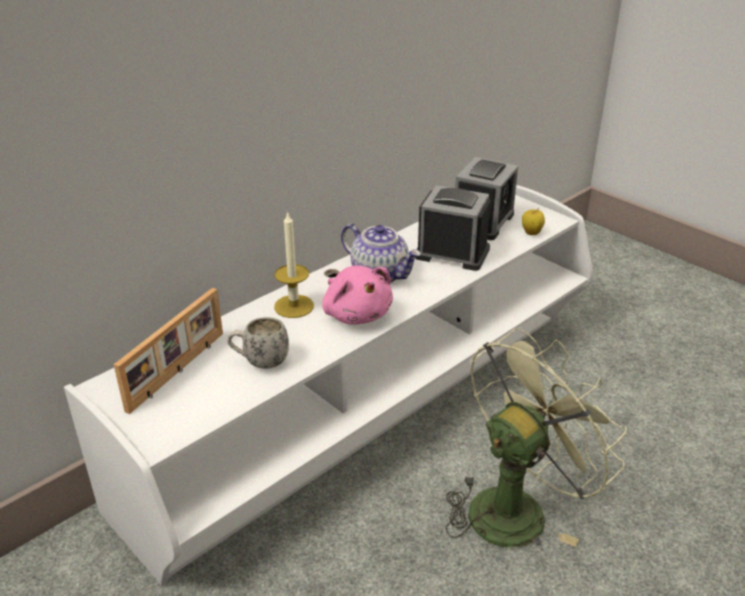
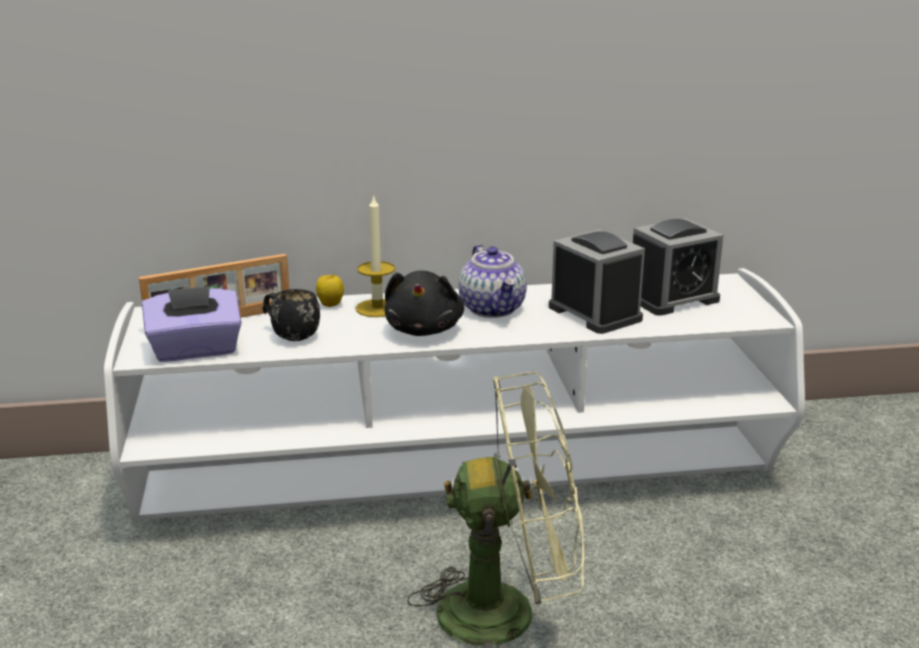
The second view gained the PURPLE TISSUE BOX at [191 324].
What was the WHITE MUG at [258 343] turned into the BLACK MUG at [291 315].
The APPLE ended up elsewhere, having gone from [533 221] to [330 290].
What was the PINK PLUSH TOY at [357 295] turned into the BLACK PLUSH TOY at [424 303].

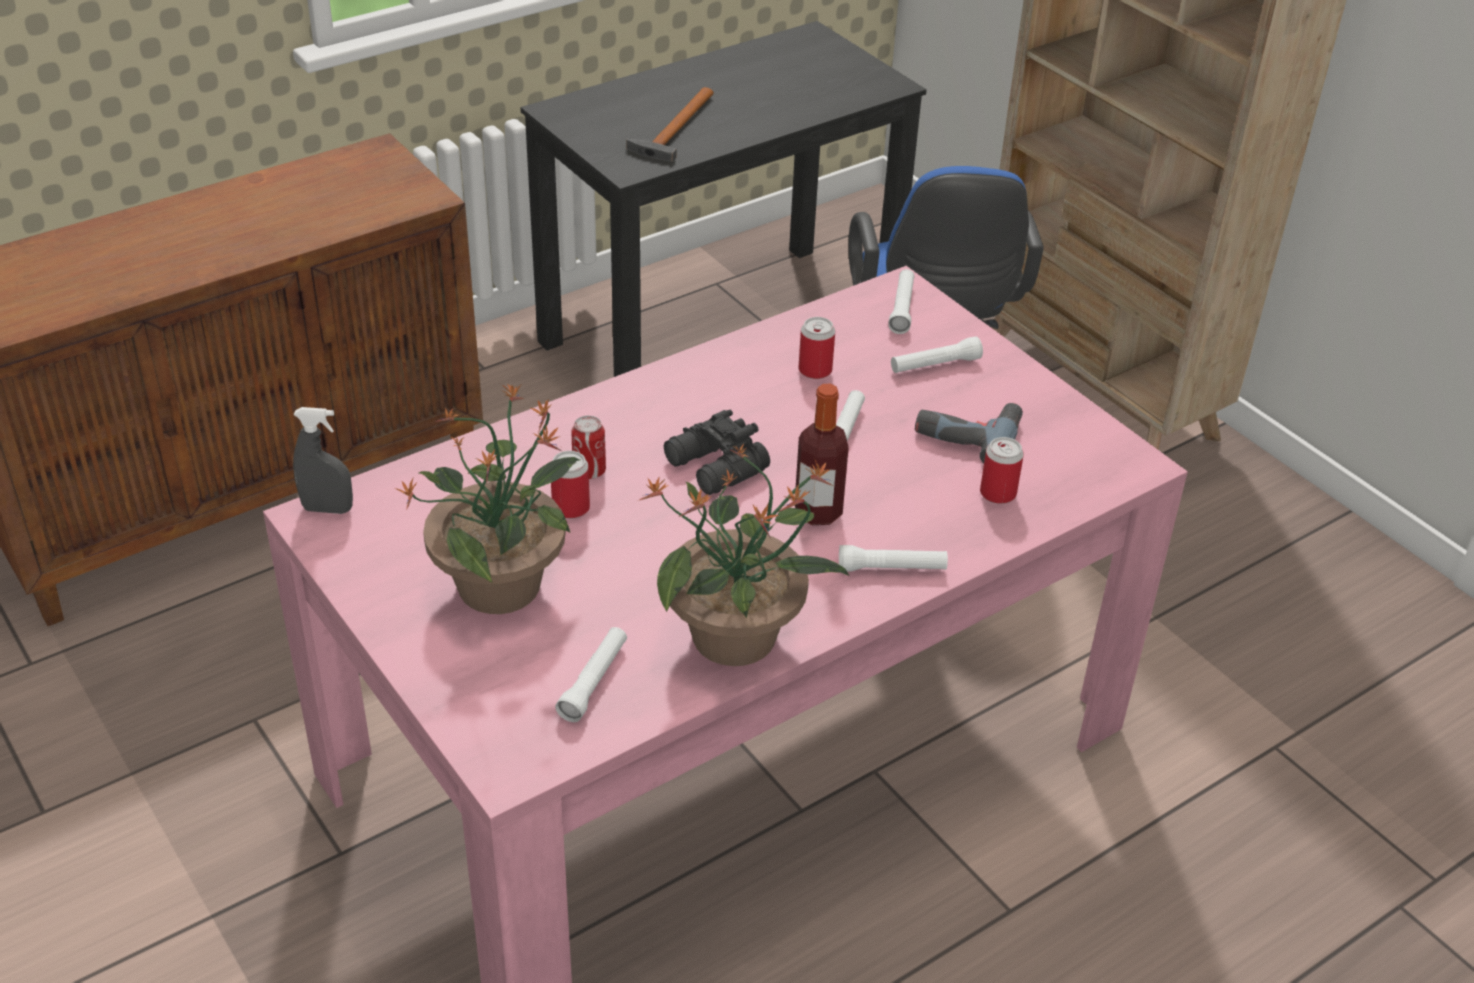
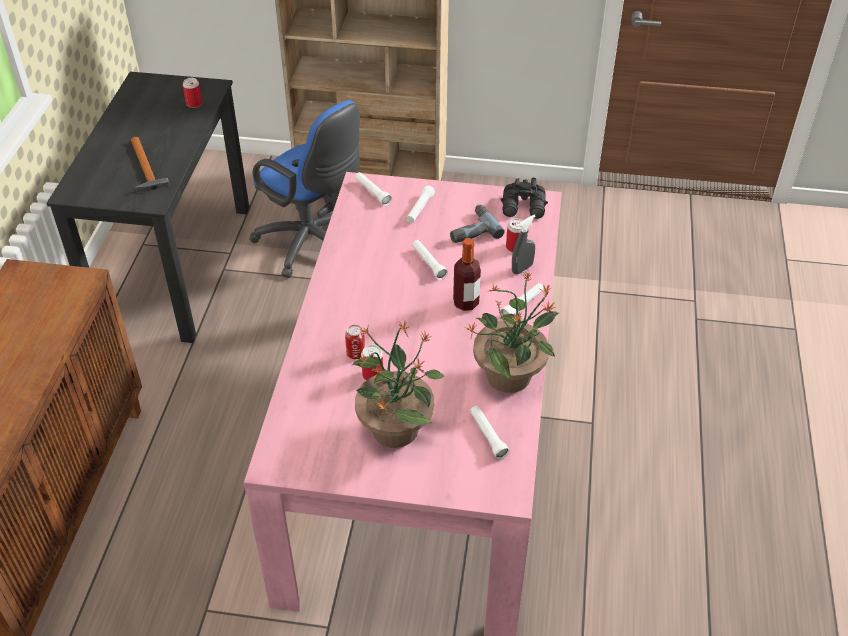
The CAN ended up elsewhere, having gone from [816 348] to [192 93].
The BLACK BINOCULARS ended up elsewhere, having gone from [717 452] to [524 198].
The GREY SPRAY BOTTLE ended up elsewhere, having gone from [323 460] to [524 244].

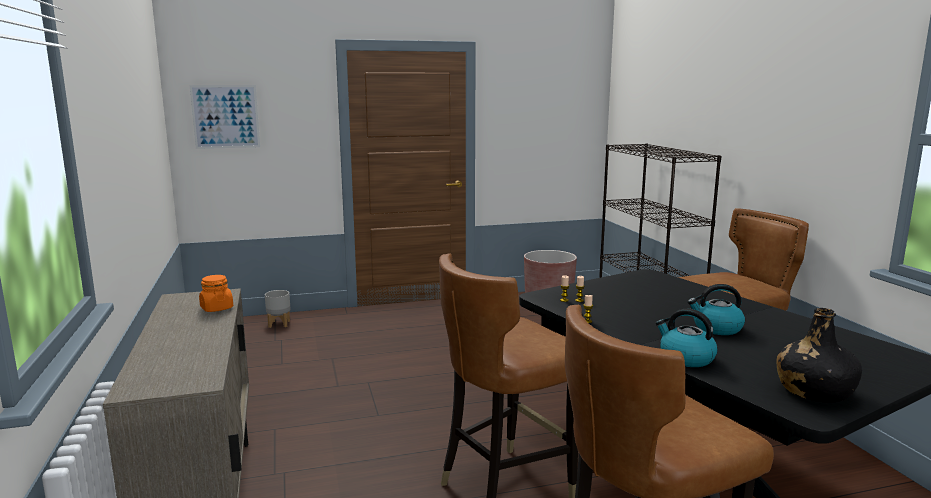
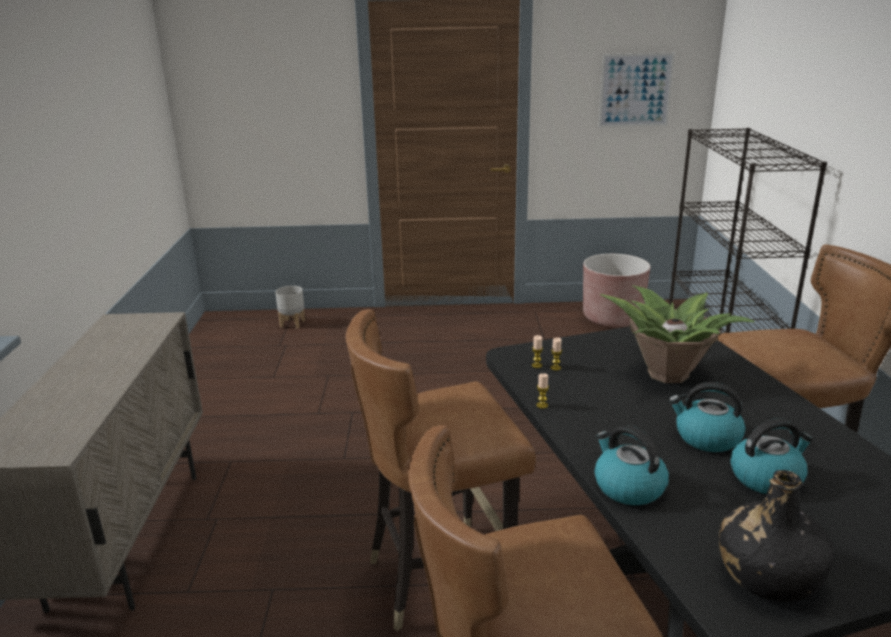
The PICTURE ended up elsewhere, having gone from [225 117] to [637 90].
The second view gained the POTTED PLANT at [677 334].
The second view gained the KETTLE at [772 456].
The second view lost the ORANGE JAR at [216 293].

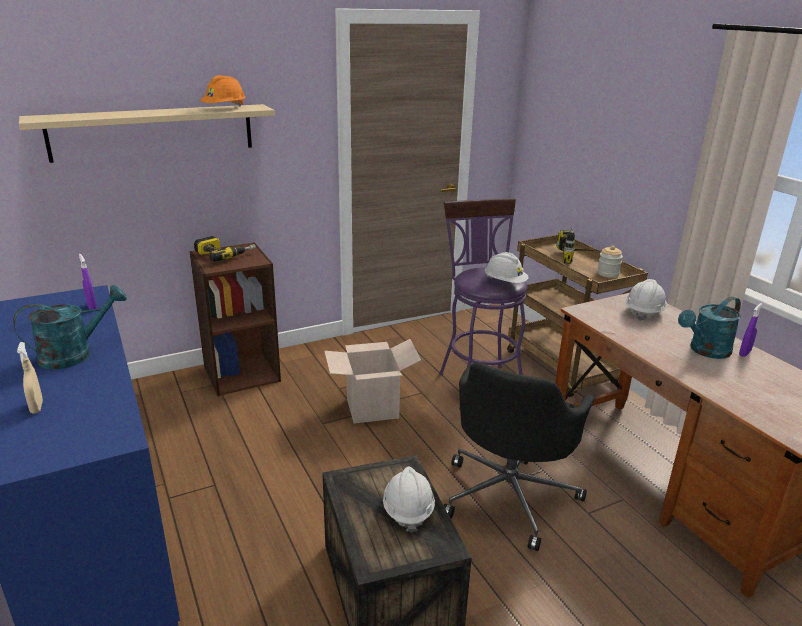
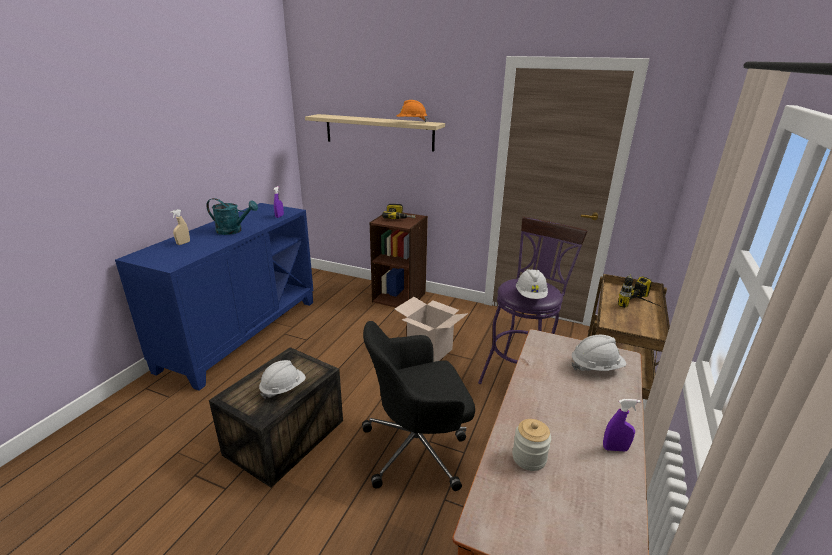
The JAR ended up elsewhere, having gone from [610 262] to [531 445].
The second view lost the TURQUOISE WATERING CAN at [709 327].

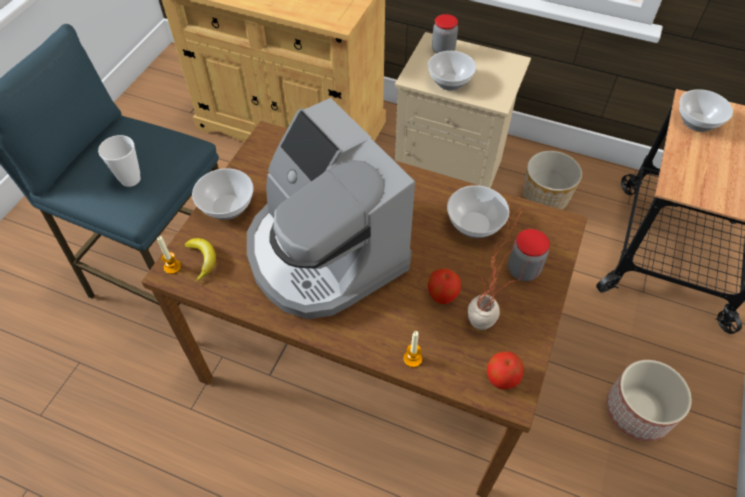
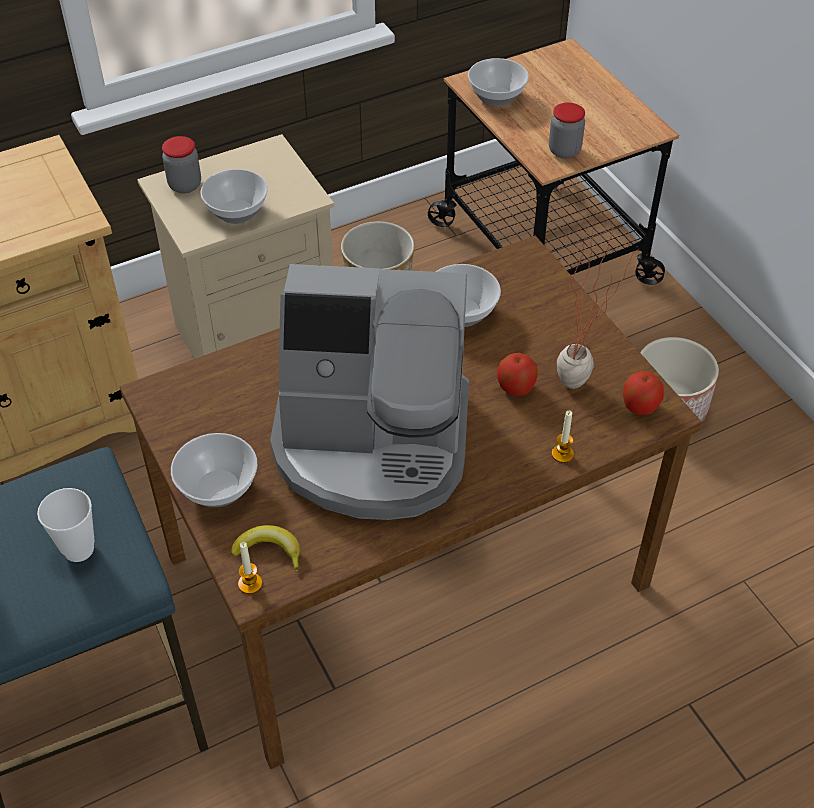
The JAR ended up elsewhere, having gone from [529 255] to [567 131].

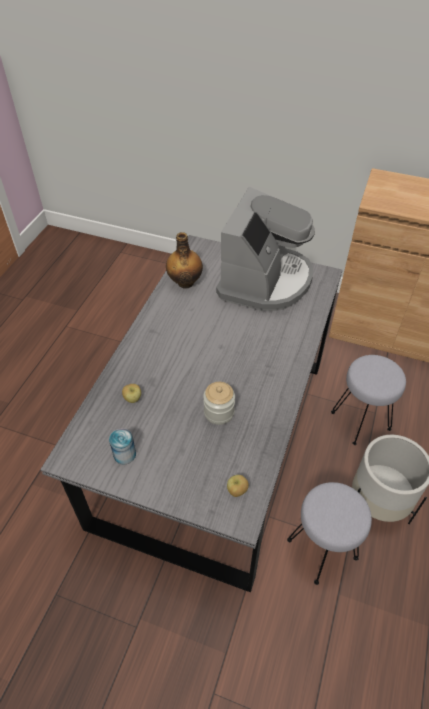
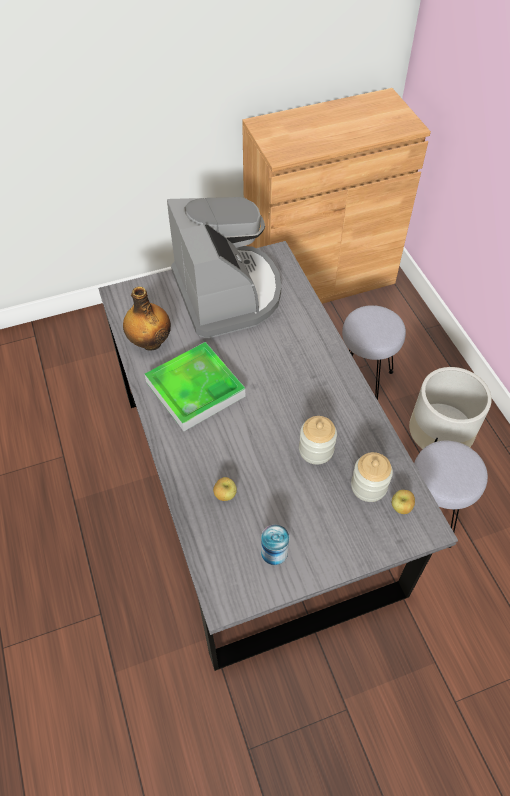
The second view gained the TRAY at [195 386].
The second view gained the JAR at [372 477].

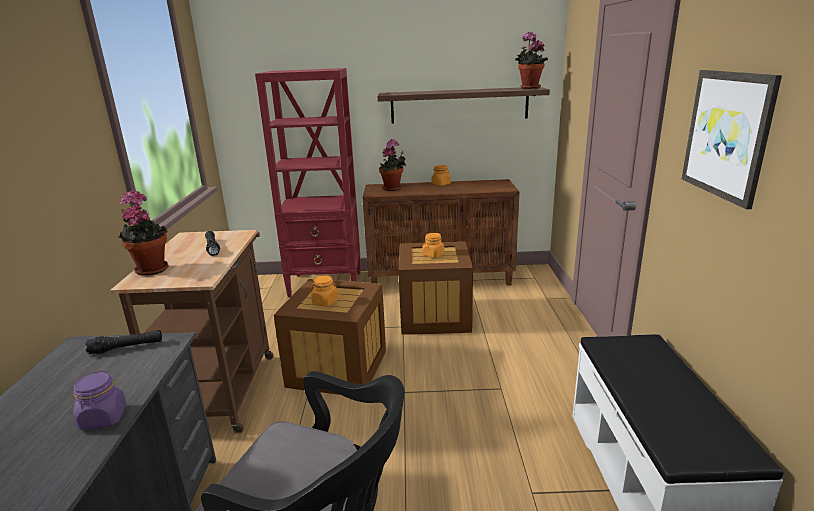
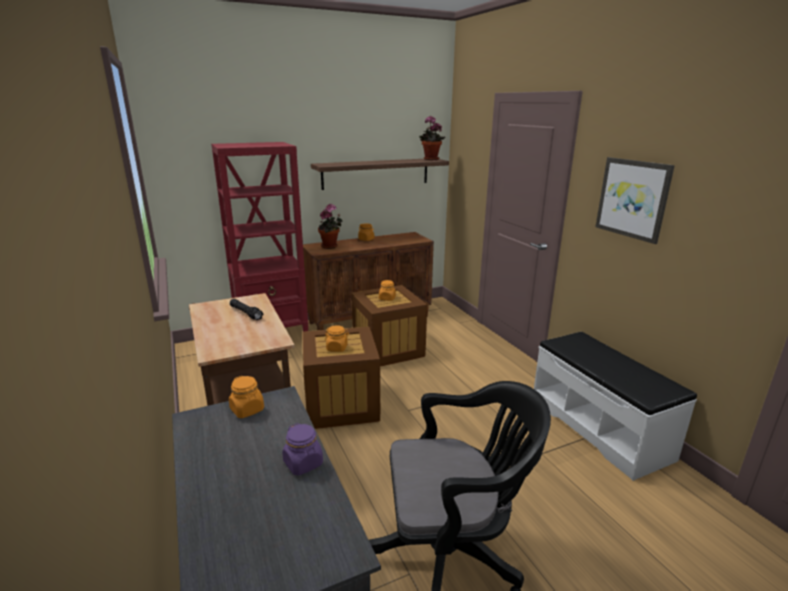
Where the BLACK FLASHLIGHT stood at [123 342], the ORANGE JAR came to stand at [246 397].
The second view lost the POTTED PLANT at [143 233].

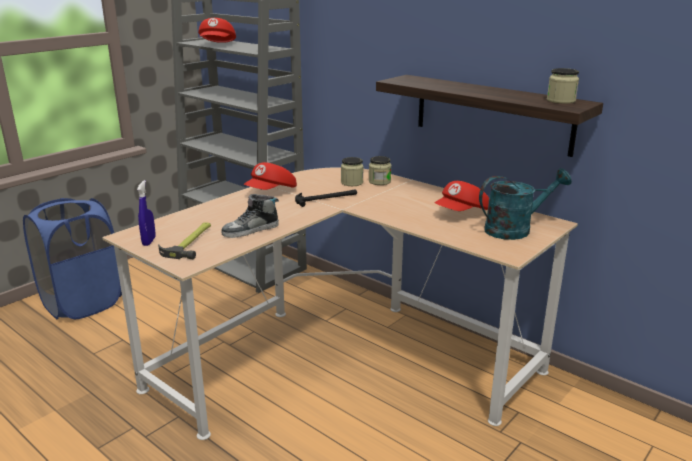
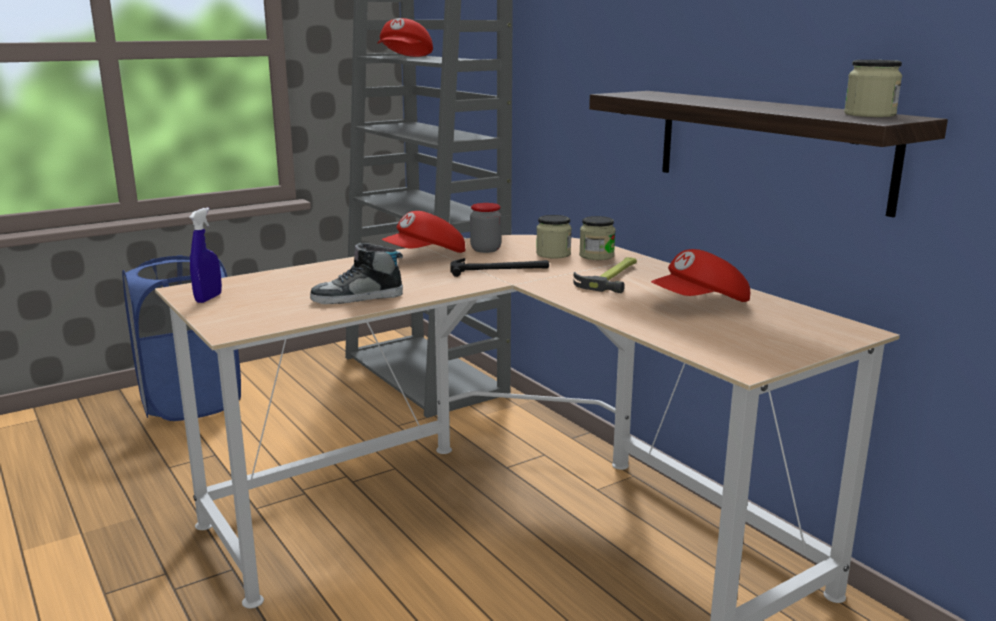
The second view gained the JAR at [486 228].
The HAMMER ended up elsewhere, having gone from [184 240] to [605 275].
The second view lost the TURQUOISE WATERING CAN at [525 204].

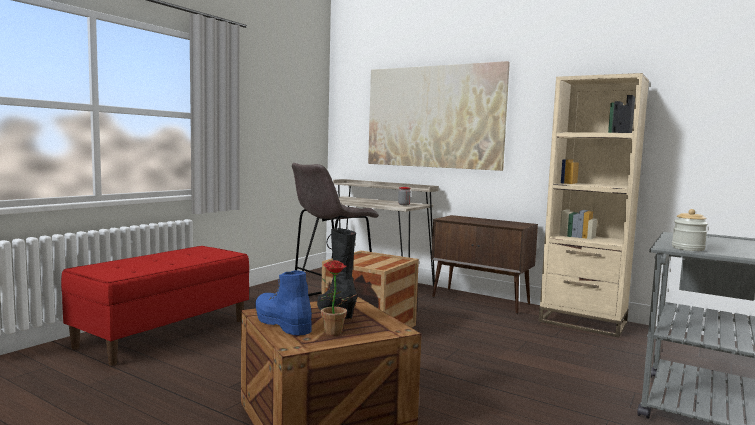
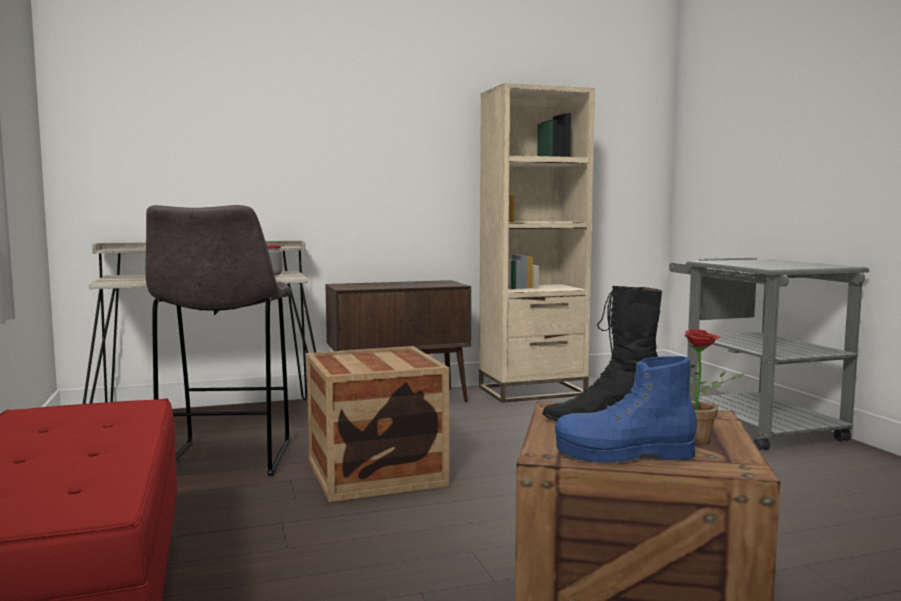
The second view lost the PICTURE at [439 116].
The second view lost the JAR at [690 230].

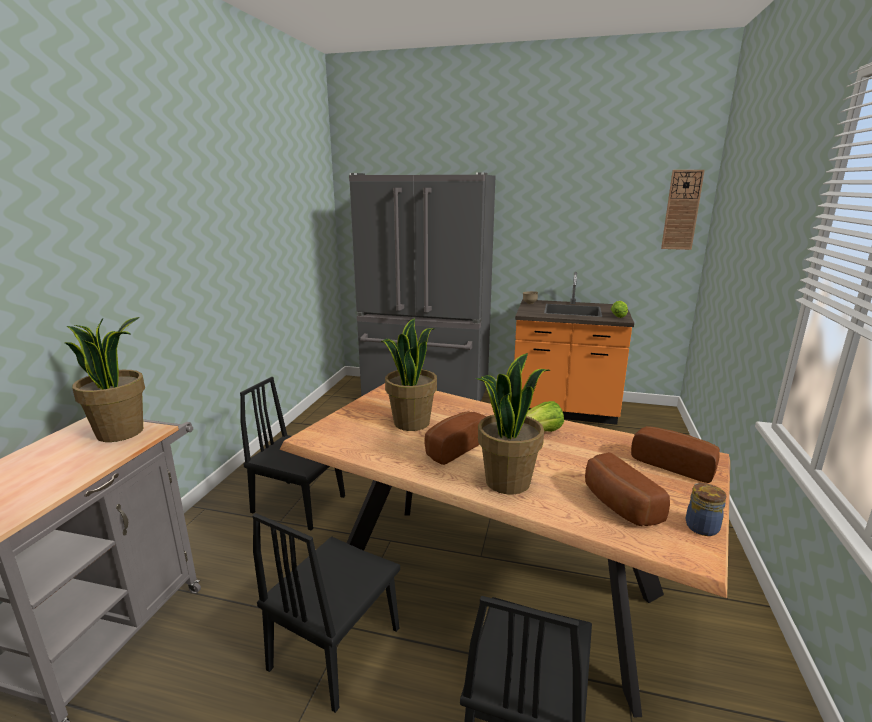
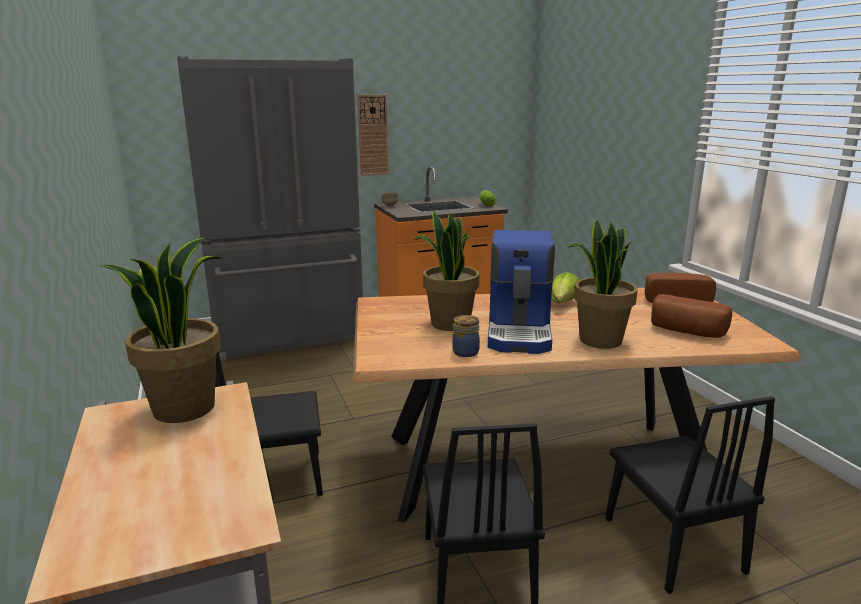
The WALL CLOCK ended up elsewhere, having gone from [683 210] to [373 135].
The JAR ended up elsewhere, having gone from [706 509] to [466 336].
Where the BREAD stood at [456 438], the COFFEE MACHINE came to stand at [521 292].

